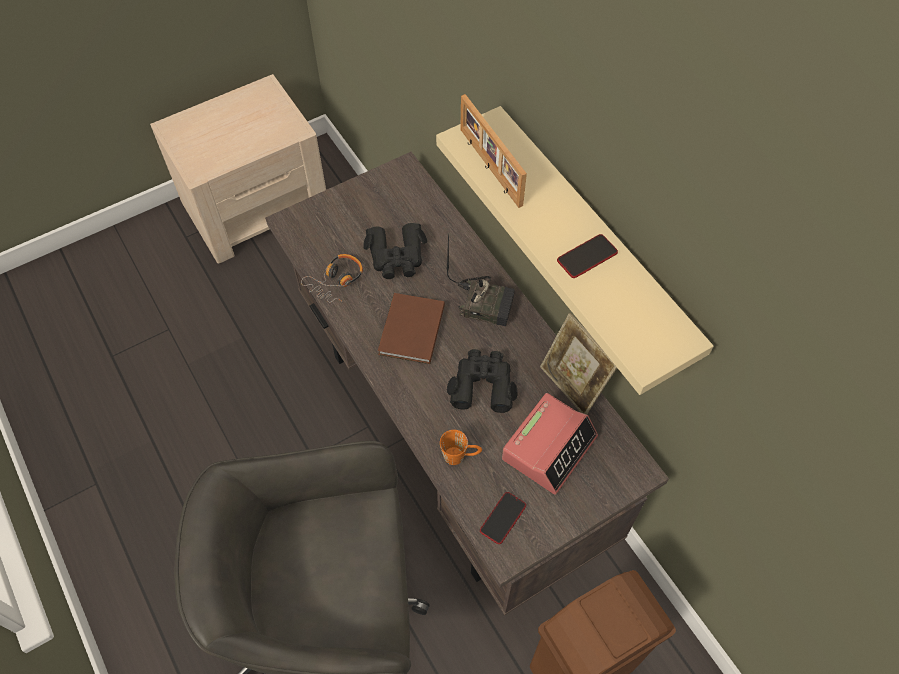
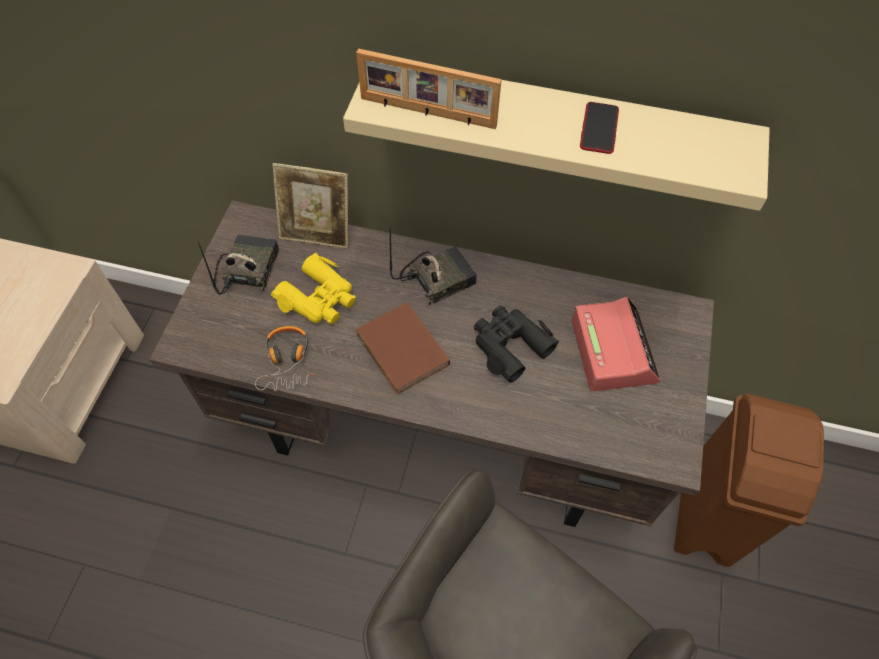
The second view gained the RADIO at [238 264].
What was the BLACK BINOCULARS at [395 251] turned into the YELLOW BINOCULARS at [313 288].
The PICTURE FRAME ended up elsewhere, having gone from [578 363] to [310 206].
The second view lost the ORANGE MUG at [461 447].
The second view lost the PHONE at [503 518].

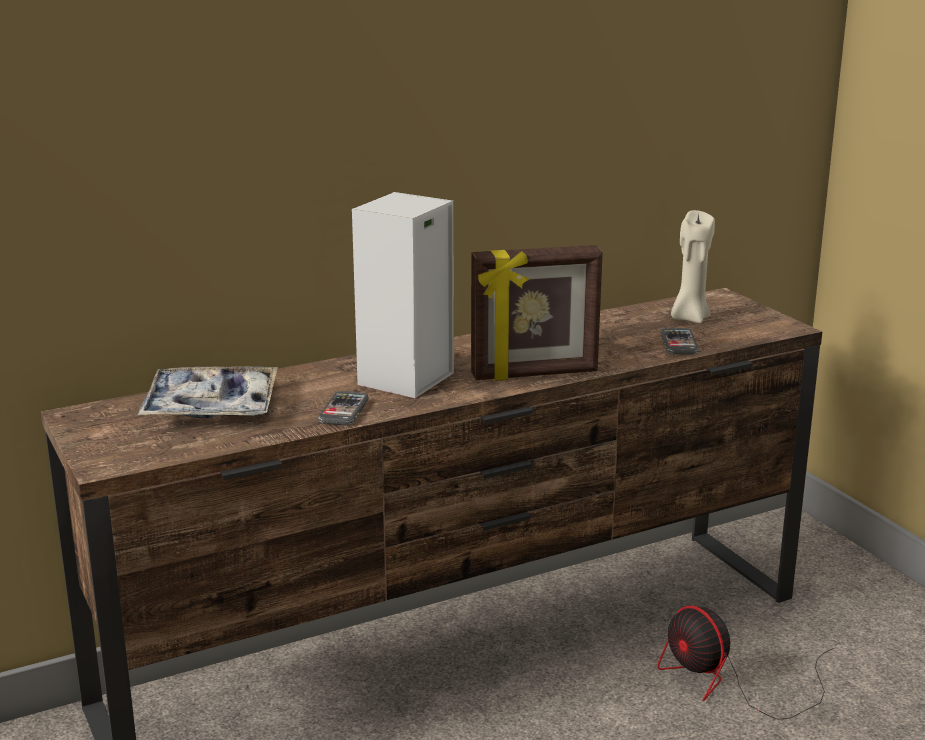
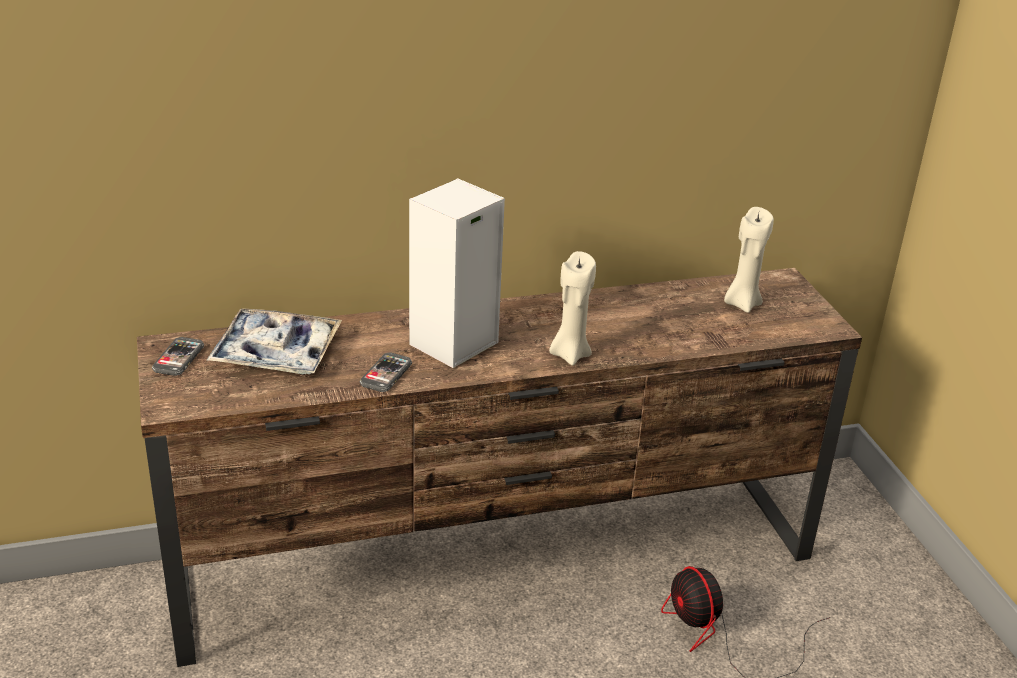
The PHONE ended up elsewhere, having gone from [679 341] to [178 356].
Where the PICTURE FRAME stood at [537 313], the BEIGE CANDLE came to stand at [572 308].

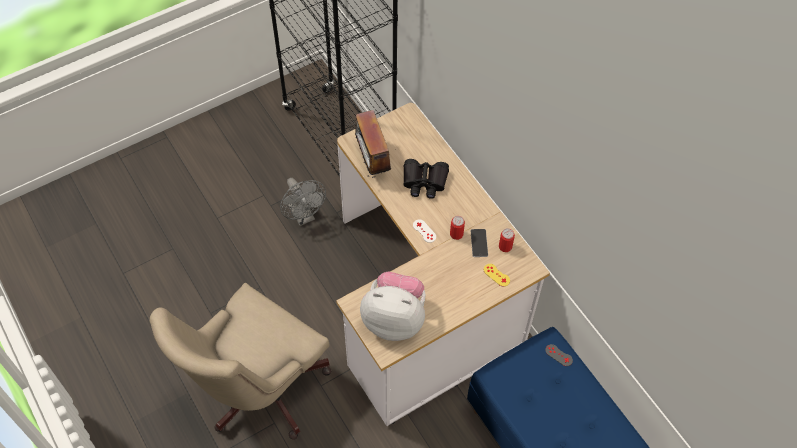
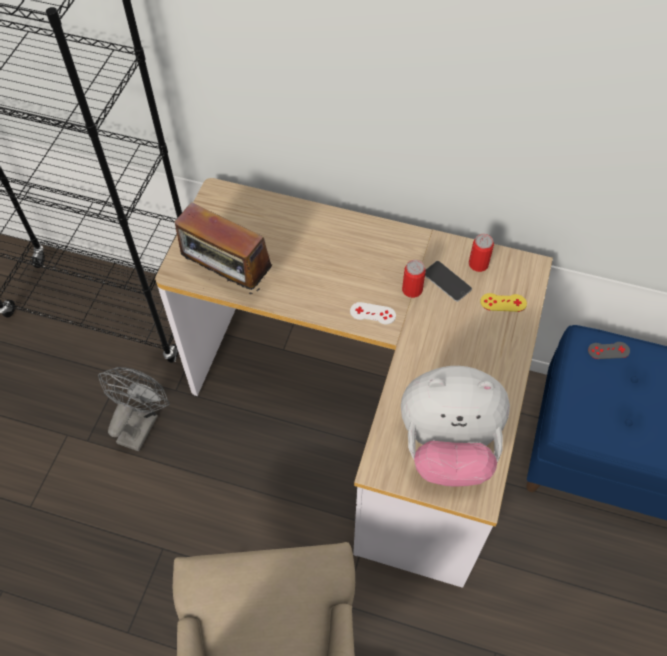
The GREY FAN at [303 202] ended up facing another way, 90 degrees counterclockwise from before.
The PLUSH TOY at [393 306] ended up facing another way, 150 degrees counterclockwise from before.
The second view lost the BLACK BINOCULARS at [426 179].

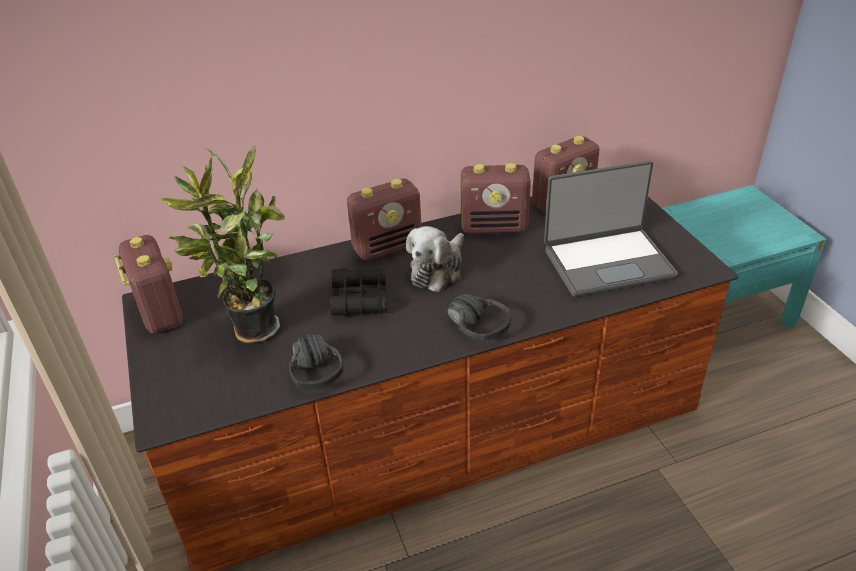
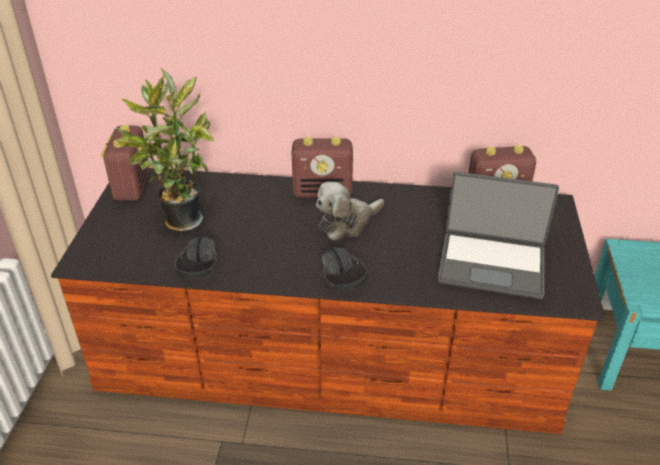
The second view lost the BLACK BINOCULARS at [359 292].
The second view lost the RADIO at [495 198].

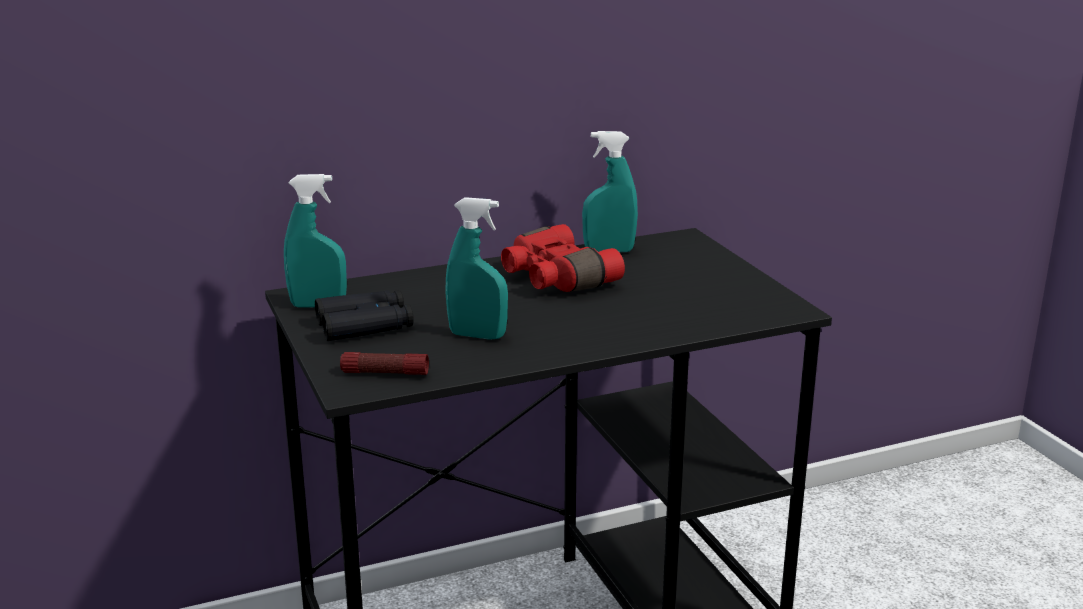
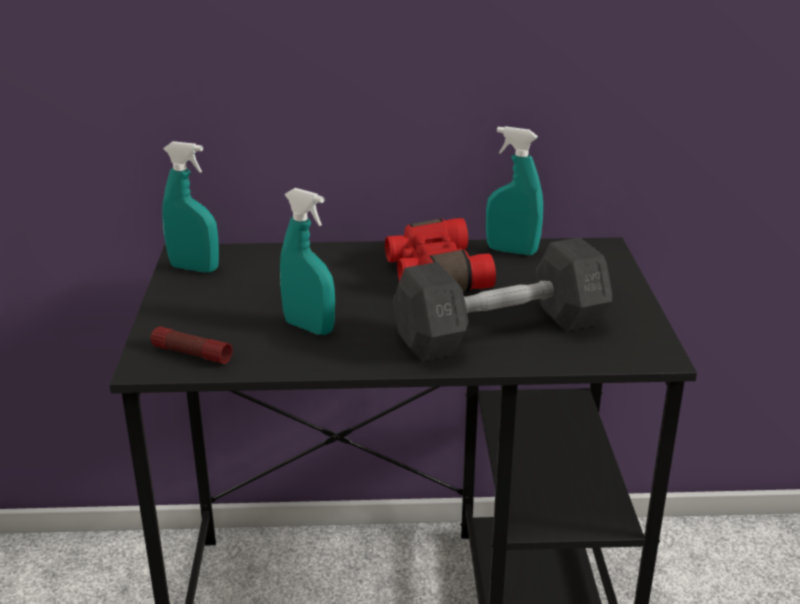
The second view gained the GREY DUMBBELL at [502 299].
The second view lost the BLACK BINOCULARS at [364 315].

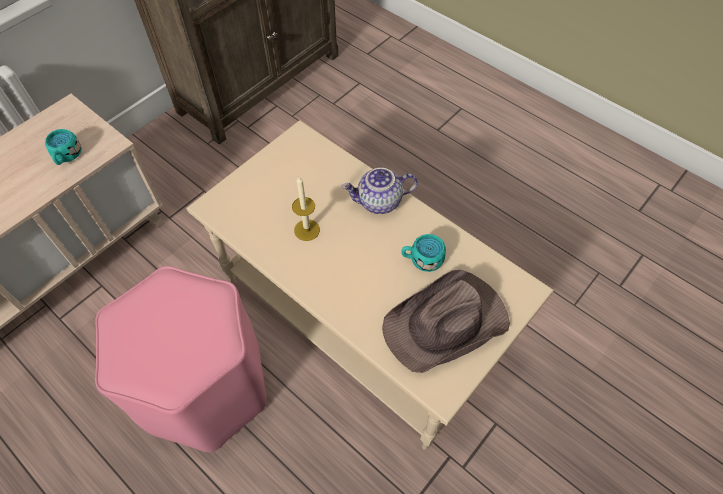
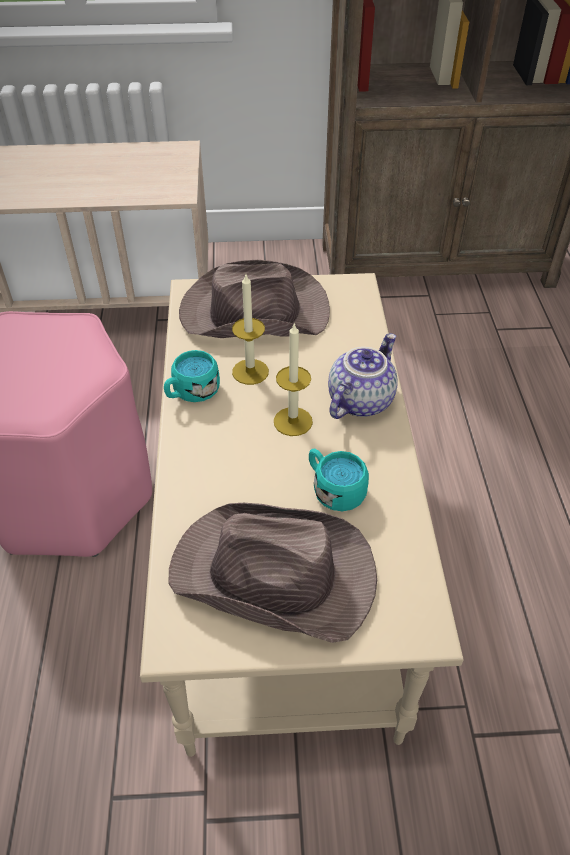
The TURQUOISE MUG ended up elsewhere, having gone from [63 147] to [192 376].
The second view gained the BROWN HAT at [254 299].
The second view gained the CANDLE at [293 379].
The TEAPOT at [380 191] ended up facing another way, 90 degrees clockwise from before.

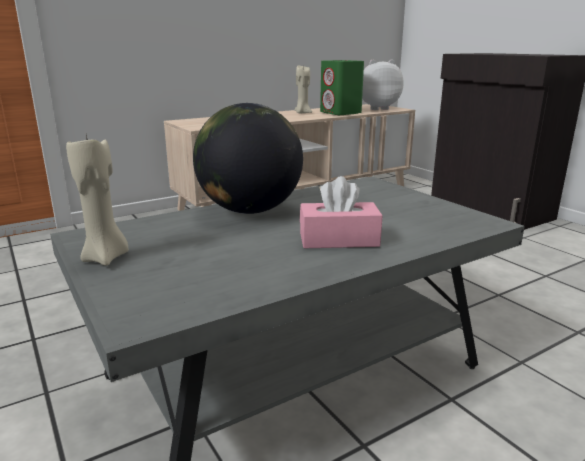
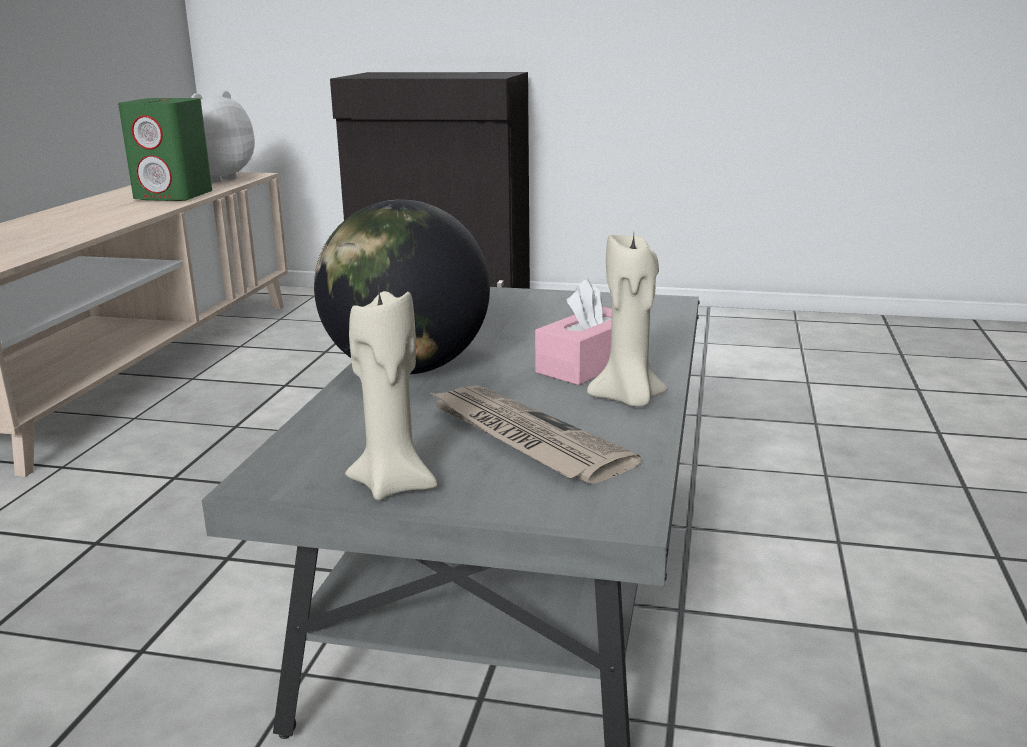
The second view gained the NEWSPAPER at [535 434].
The BEIGE CANDLE ended up elsewhere, having gone from [303 90] to [627 320].

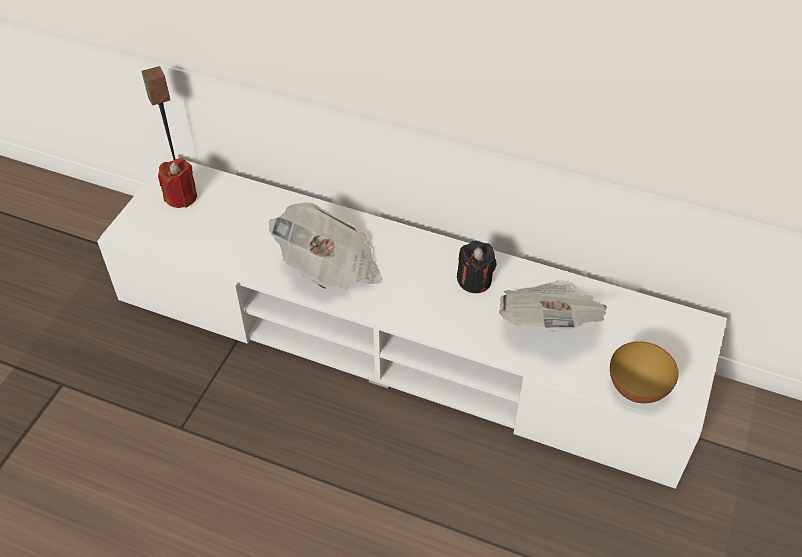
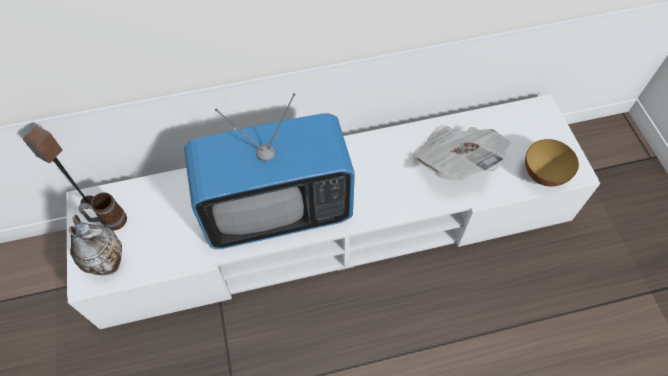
The second view gained the VASE at [95 245].
Where the RED CANDLE stood at [177 183], the MUG came to stand at [103 211].
Where the NEWSPAPER stood at [325 246], the TELEVISION came to stand at [269 171].
The second view lost the BLACK CANDLE at [477 266].

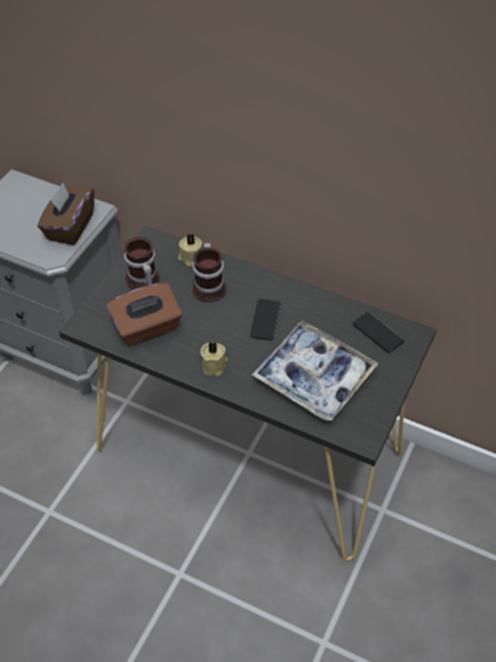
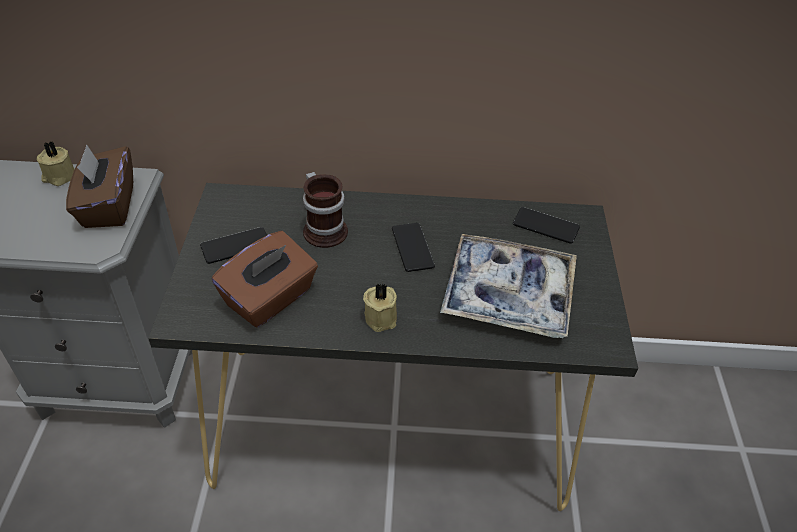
The BEIGE CANDLE ended up elsewhere, having gone from [190 250] to [55 164].
Where the MUG stood at [142 263], the PHONE came to stand at [233 245].

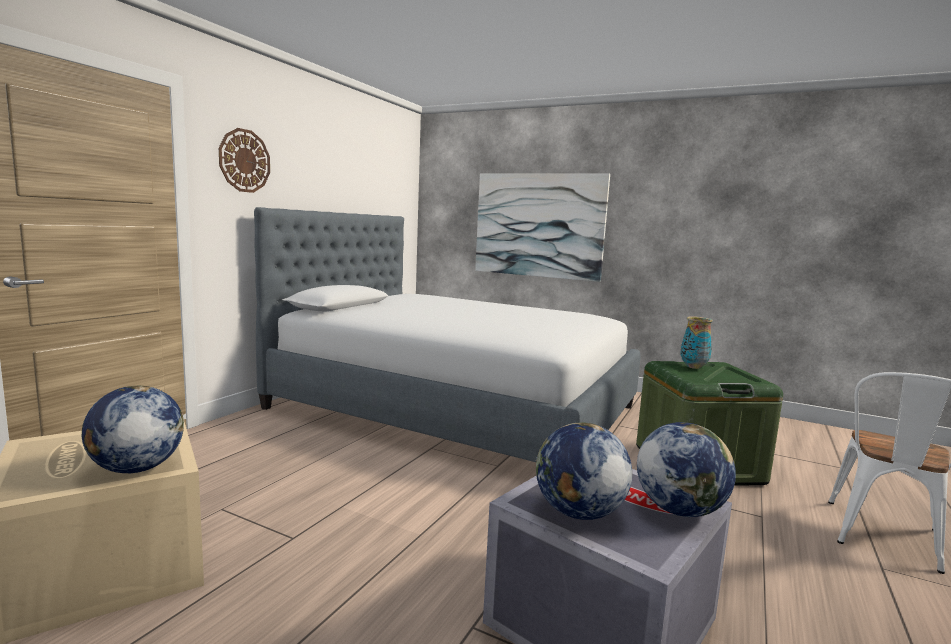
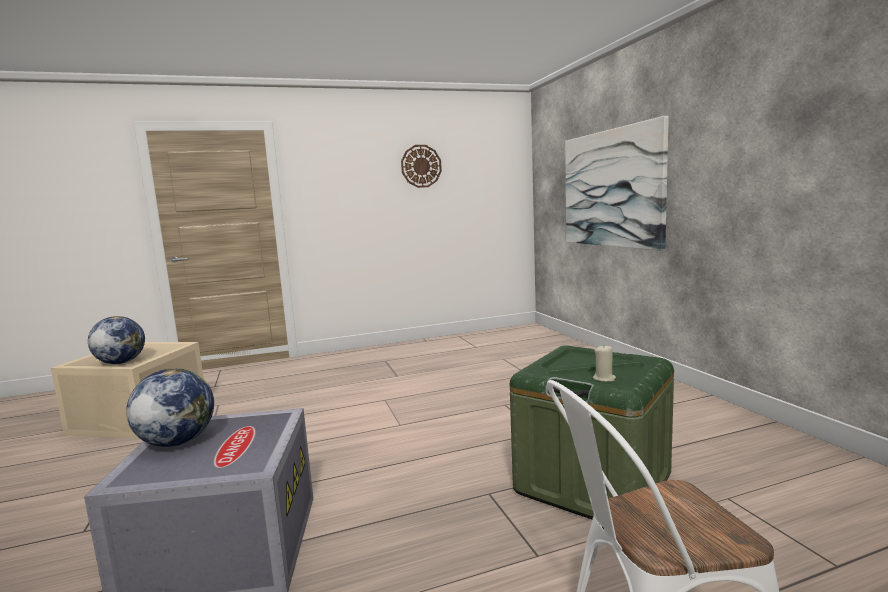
The WALL CLOCK ended up elsewhere, having gone from [244 160] to [421 166].
The second view gained the BEIGE CANDLE at [604 364].
The second view lost the BED at [447 334].
The second view lost the GLOBE at [686 469].
The second view lost the VASE at [696 342].

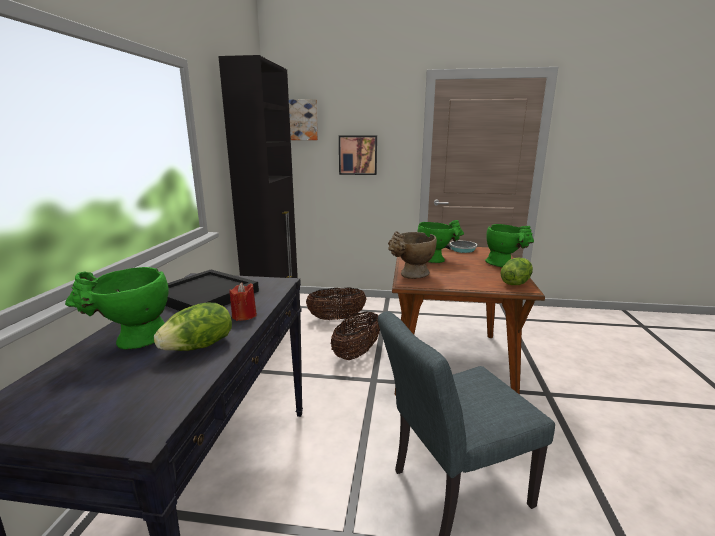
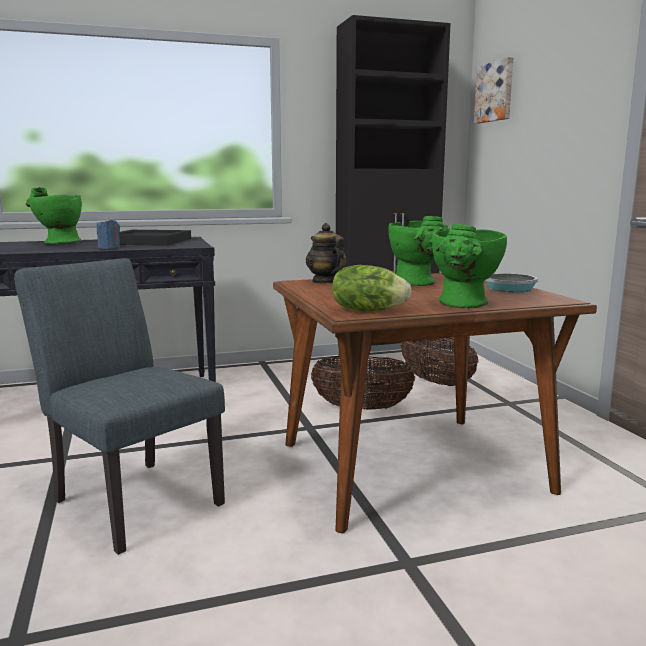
What was the RED CANDLE at [243 301] turned into the BLUE CANDLE at [108 233].
Where the BEIGE VASE stood at [412 255], the TEAPOT came to stand at [326 253].
The second view lost the LETTUCE at [193 326].
The second view lost the PICTURE at [358 155].

